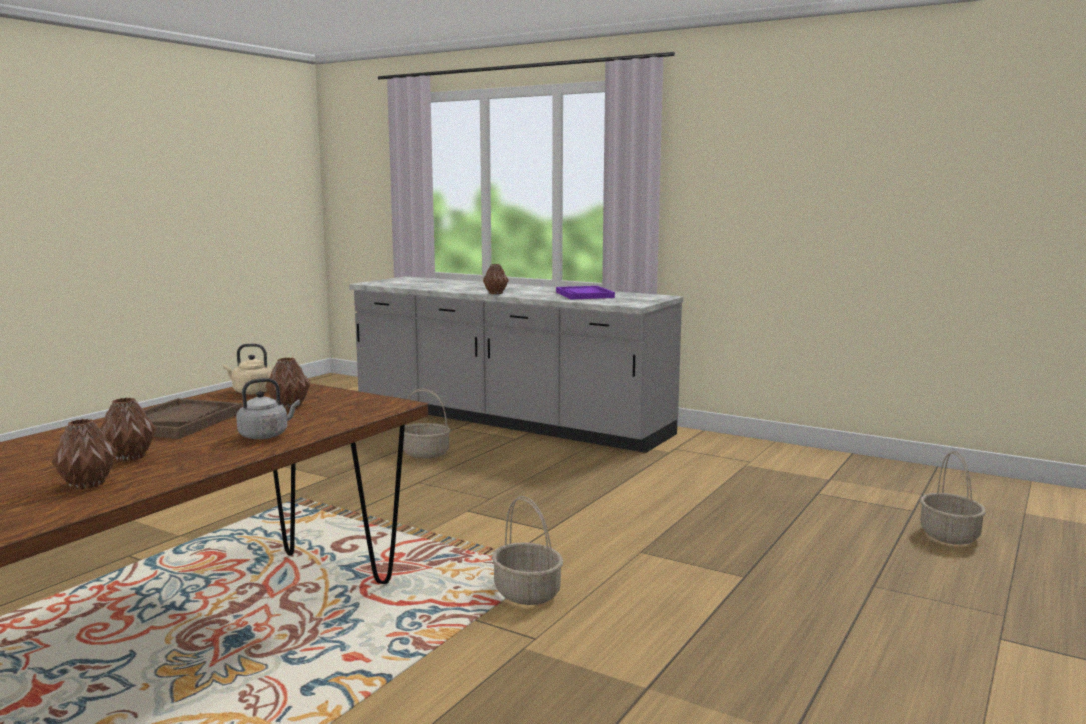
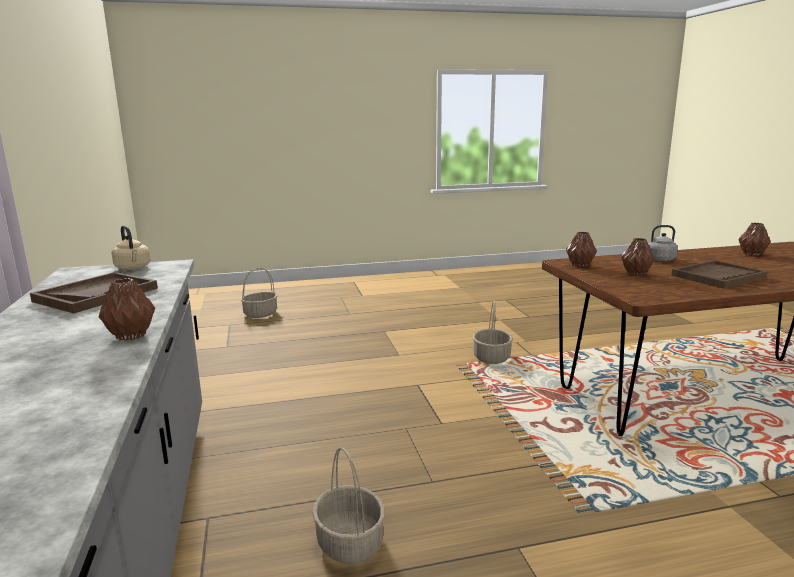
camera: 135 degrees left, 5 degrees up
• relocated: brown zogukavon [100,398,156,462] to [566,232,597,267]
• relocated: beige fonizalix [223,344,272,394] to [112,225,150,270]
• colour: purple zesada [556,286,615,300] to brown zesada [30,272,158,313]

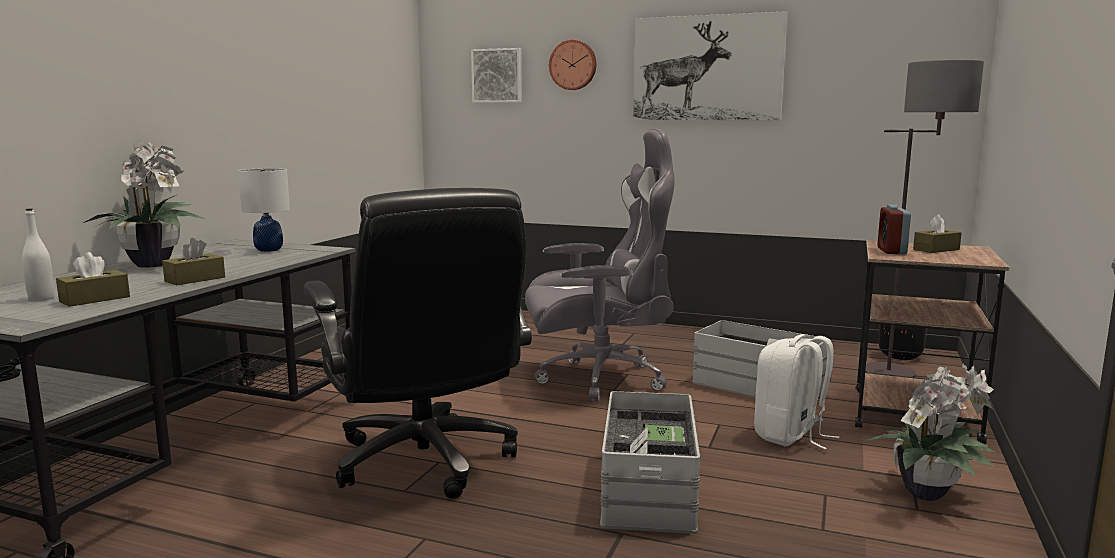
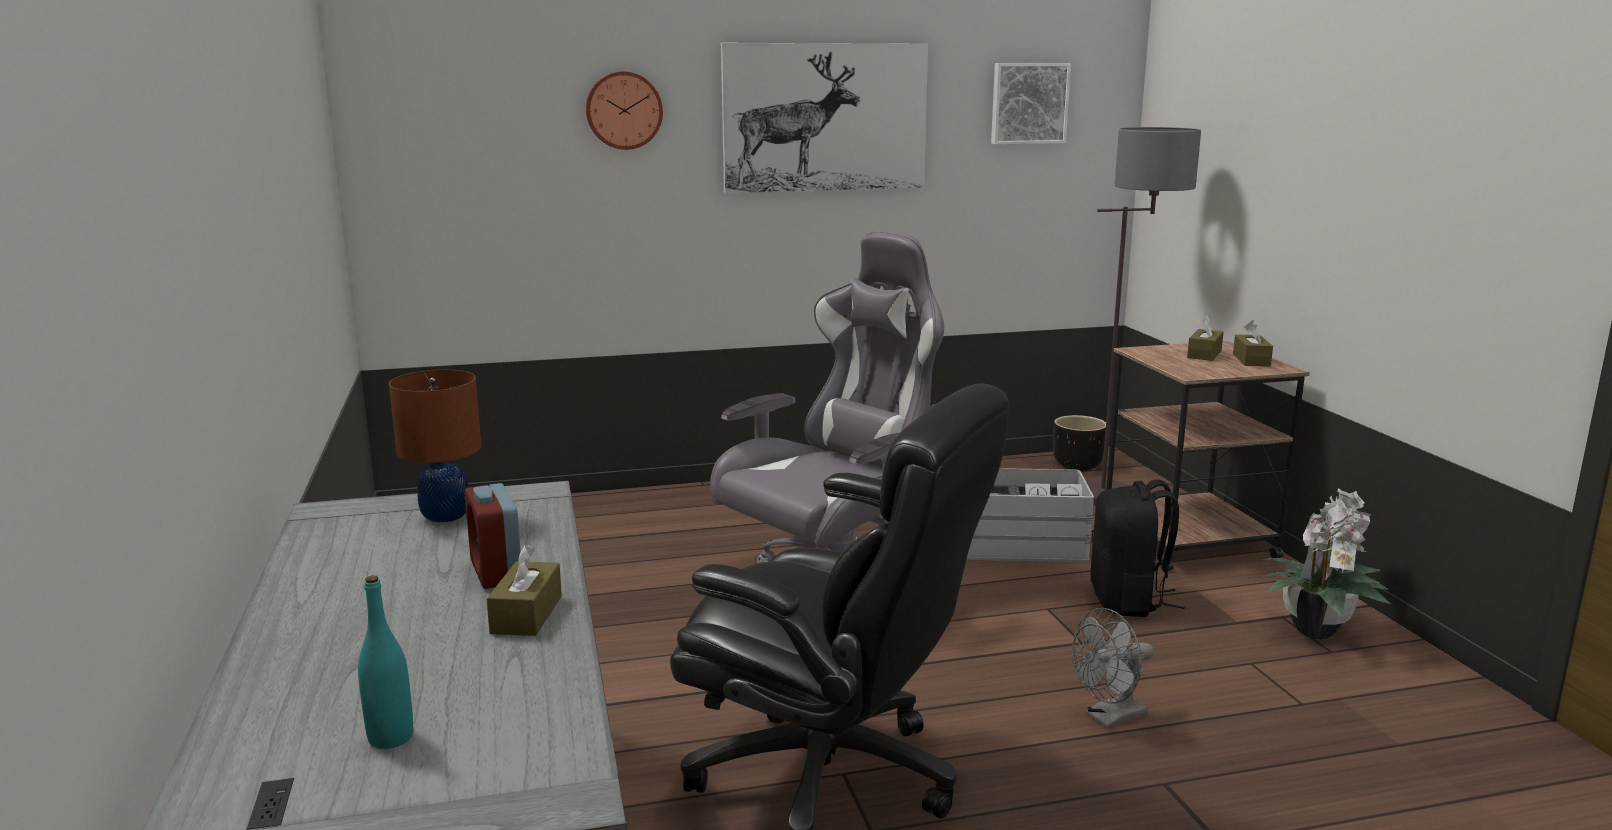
camera: 35 degrees left, 5 degrees up
• colour: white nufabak [22,208,55,301] to turquoise nufabak [358,575,413,749]
• relocated: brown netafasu [56,252,130,307] to [1233,320,1273,367]
• missing: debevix [83,141,206,268]
• colour: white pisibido [238,168,290,252] to brown pisibido [389,370,481,523]
• relocated: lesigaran [471,48,522,103] to [991,63,1071,144]
• exchanged: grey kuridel [600,391,701,534] to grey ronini [1072,608,1154,728]
• colour: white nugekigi [754,334,839,449] to black nugekigi [1091,479,1185,617]
• relocated: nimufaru [877,204,911,254] to [464,483,521,589]

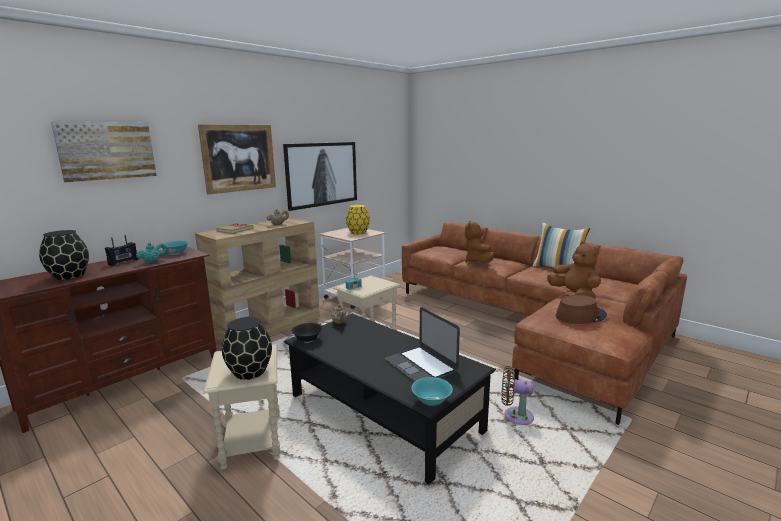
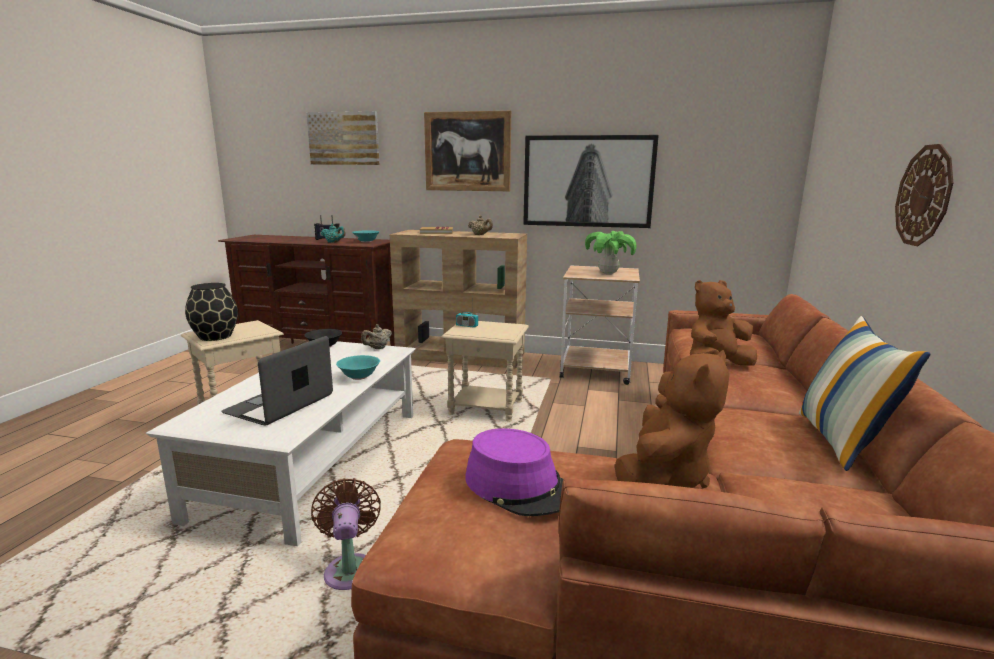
camera: 60 degrees right, 0 degrees up
• missing: black zogukavon [39,230,89,280]
• colour: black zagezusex [284,314,496,485] to white zagezusex [146,341,416,546]
• exchanged: yellow zogukavon [346,205,370,235] to debevix [585,231,636,275]
• relocated: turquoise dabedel [411,377,453,406] to [336,355,380,380]
• colour: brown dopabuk [556,295,607,324] to purple dopabuk [465,428,563,516]
• appeared: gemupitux [895,144,953,246]

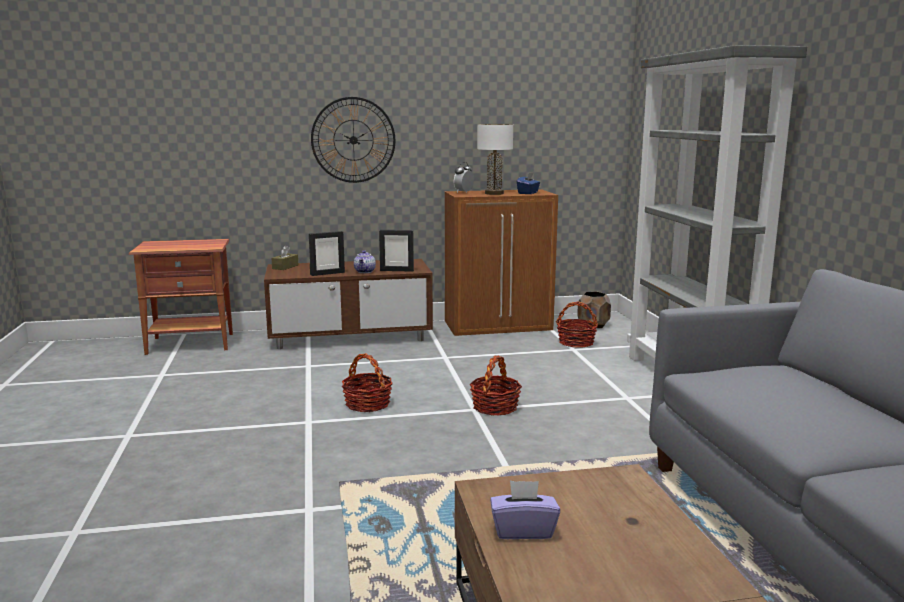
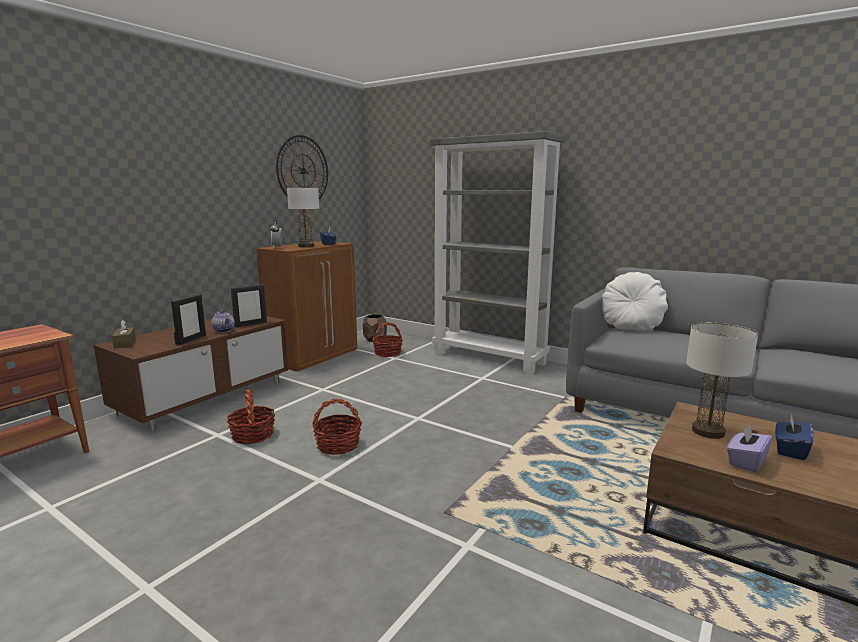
camera: 45 degrees left, 0 degrees up
• relocated: gemupitux [311,97,395,183] to [276,135,328,199]
• relocated: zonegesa [470,356,522,416] to [227,390,275,444]
• appeared: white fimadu [602,272,668,331]
• appeared: pisibido [686,323,758,439]
• appeared: blue netafasu [775,414,814,460]

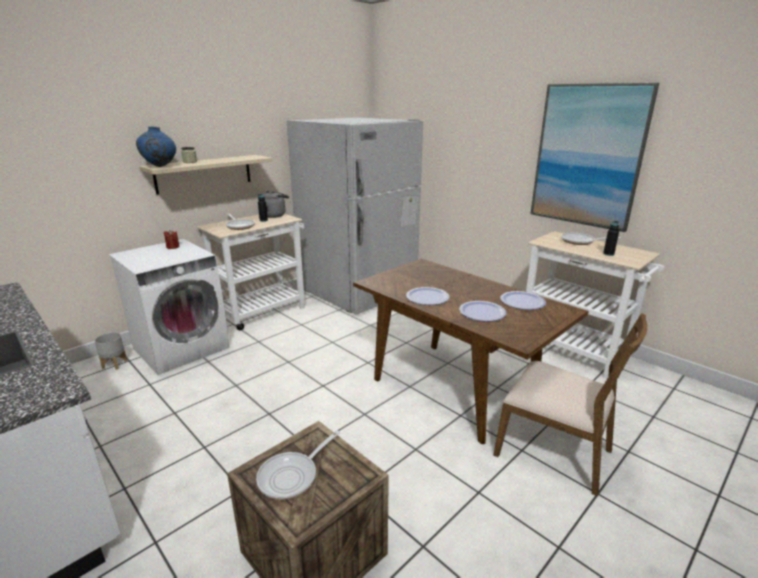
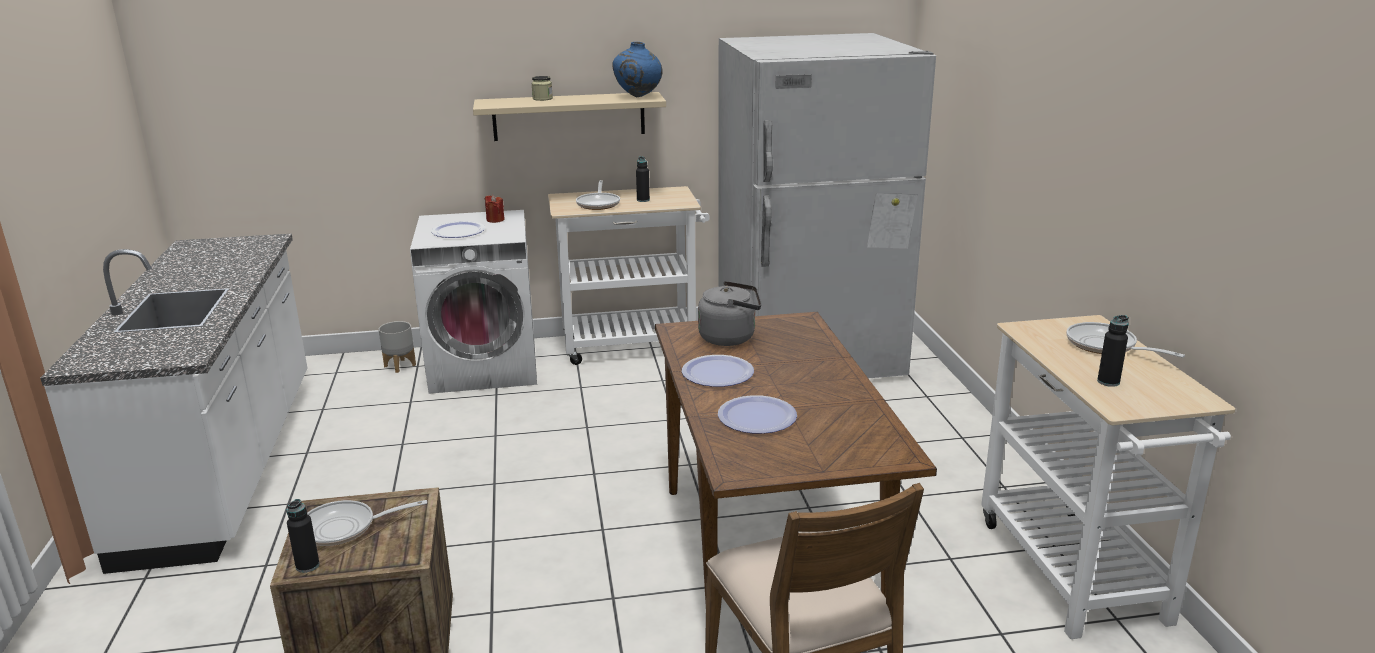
camera: 35 degrees right, 0 degrees up
• relocated: blue zogukavon [136,127,176,167] to [612,42,663,97]
• relocated: grey fonizalix [263,191,289,218] to [698,281,761,346]
• relocated: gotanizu [500,291,546,310] to [431,221,485,238]
• missing: lesigaran [531,83,659,232]
• appeared: black nufabak [286,499,320,573]

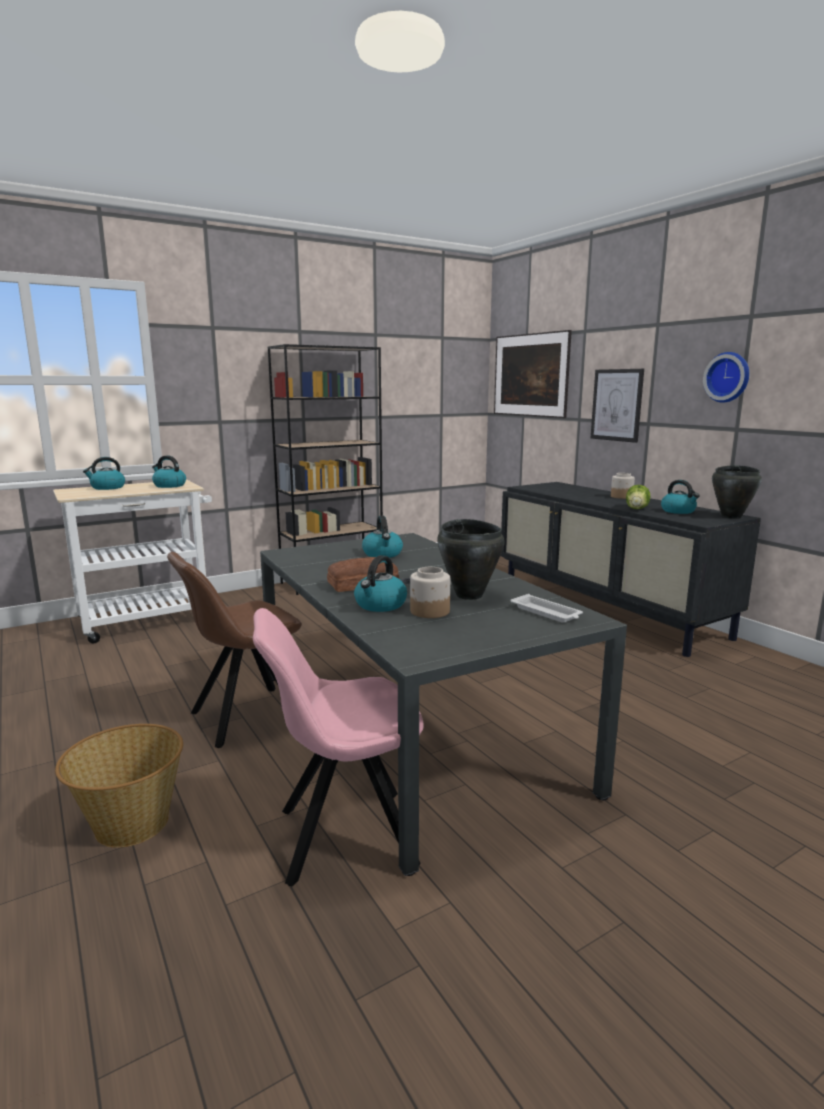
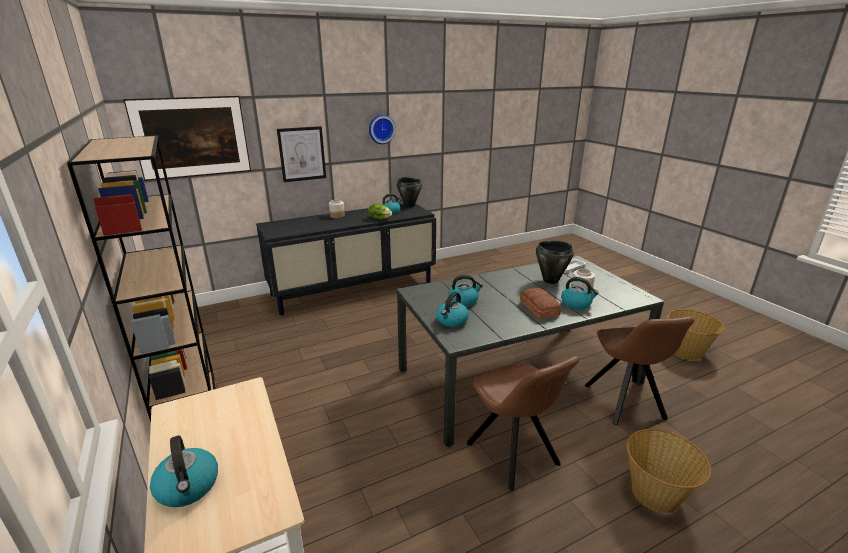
camera: 85 degrees left, 10 degrees up
• relocated: fonizalix [152,455,186,488] to [436,292,469,327]
• colour: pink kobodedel [253,608,424,887] to brown kobodedel [584,317,694,425]
• appeared: zonegesa [668,309,725,360]

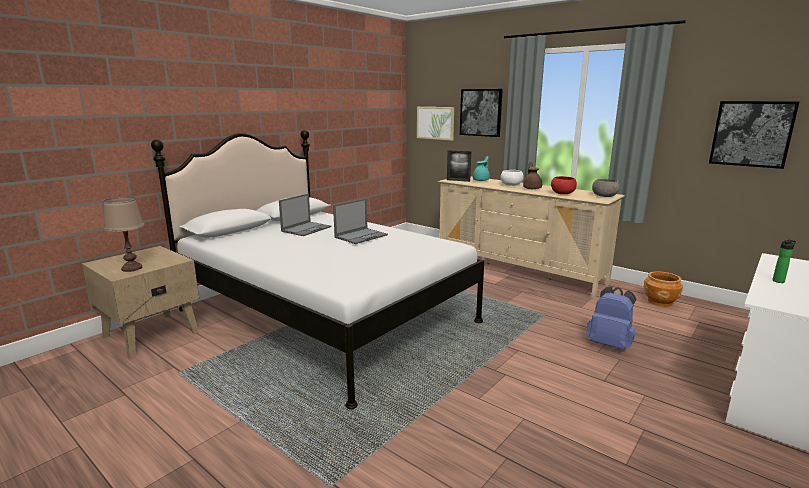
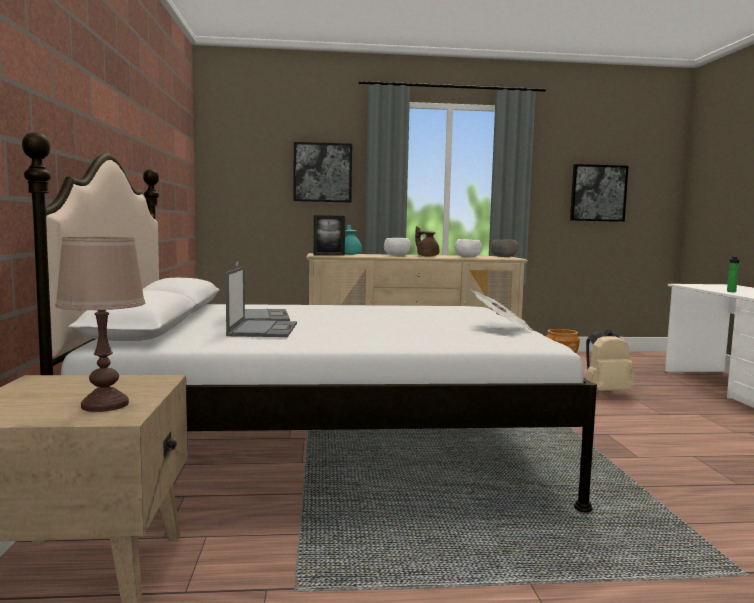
camera: 45 degrees left, 10 degrees down
• relocated: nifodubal [333,198,388,244] to [226,266,297,337]
• missing: lesigaran [417,107,454,141]
• colour: red dabedel [551,176,577,194] to white dabedel [455,239,482,257]
• colour: blue nugekigi [586,286,636,350] to beige nugekigi [586,329,634,391]
• appeared: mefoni [470,289,534,331]

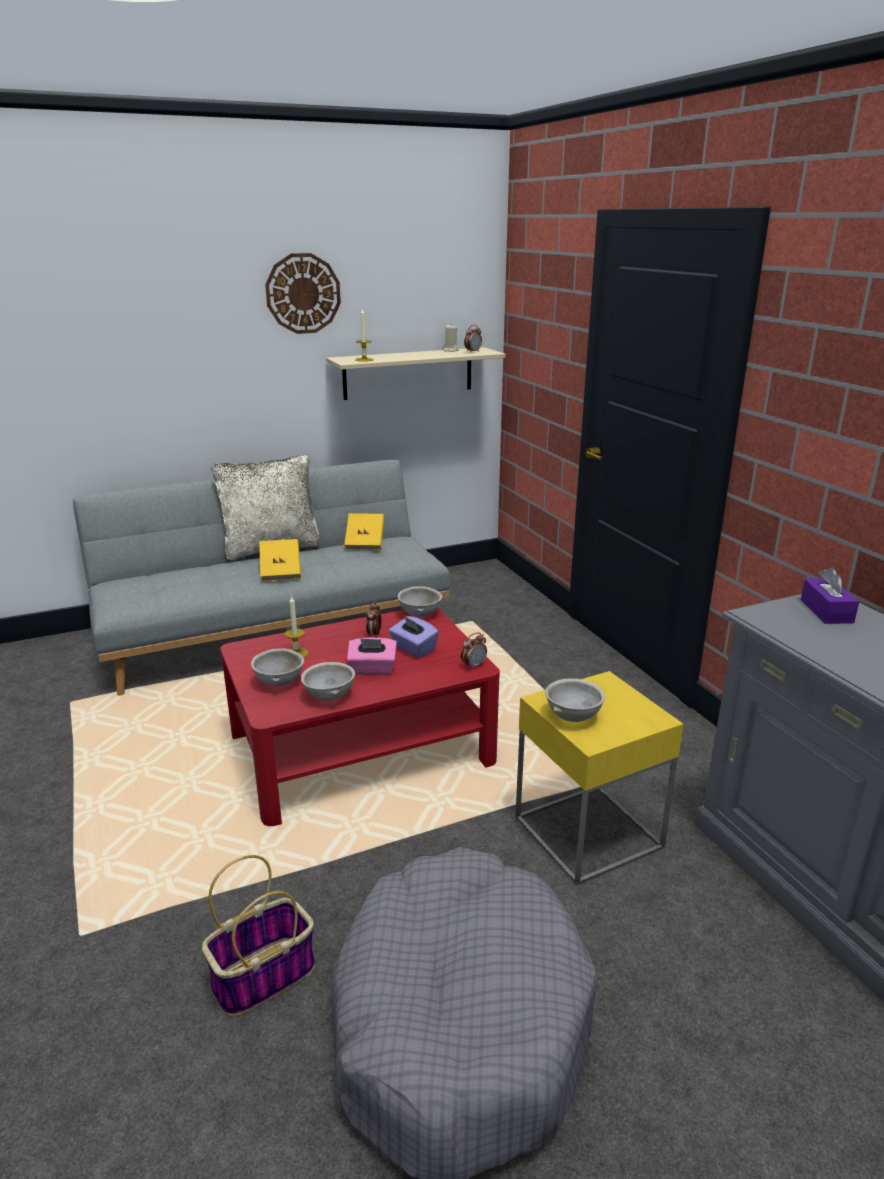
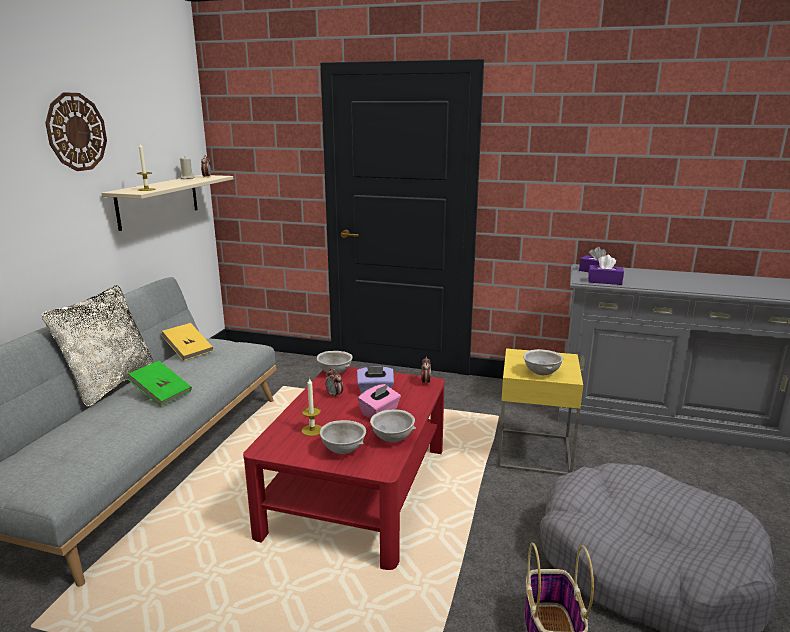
camera: 50 degrees left, 5 degrees down
• colour: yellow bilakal [259,539,301,582] to green bilakal [127,361,192,407]
• appeared: purple netafasu [588,255,624,285]

